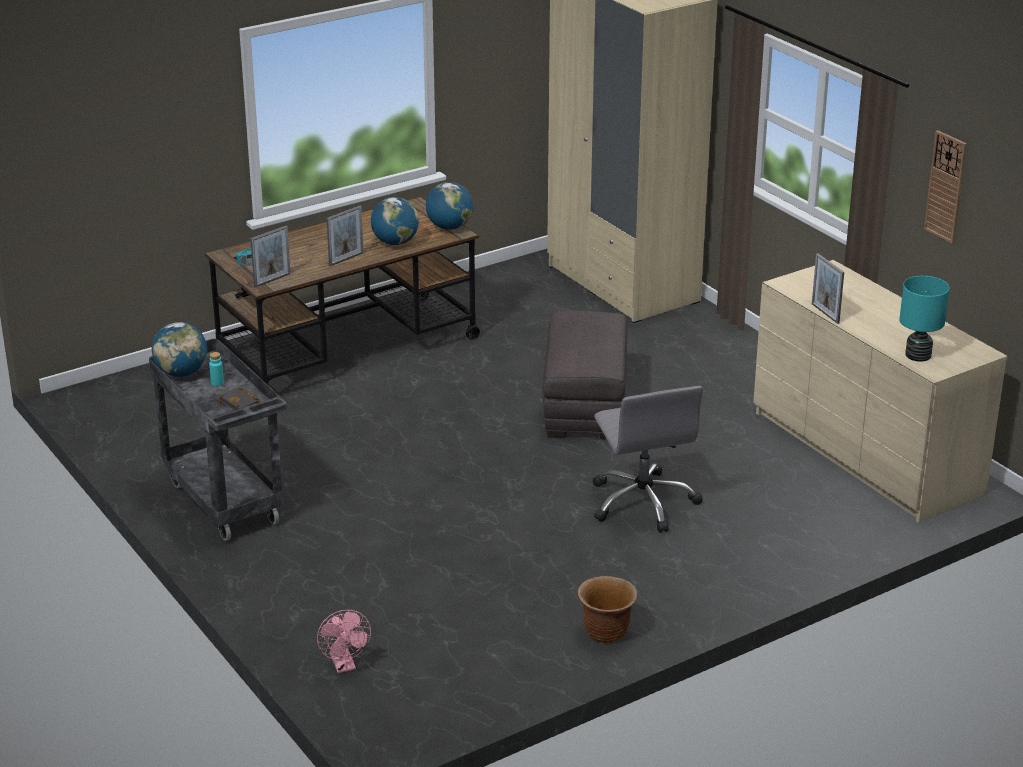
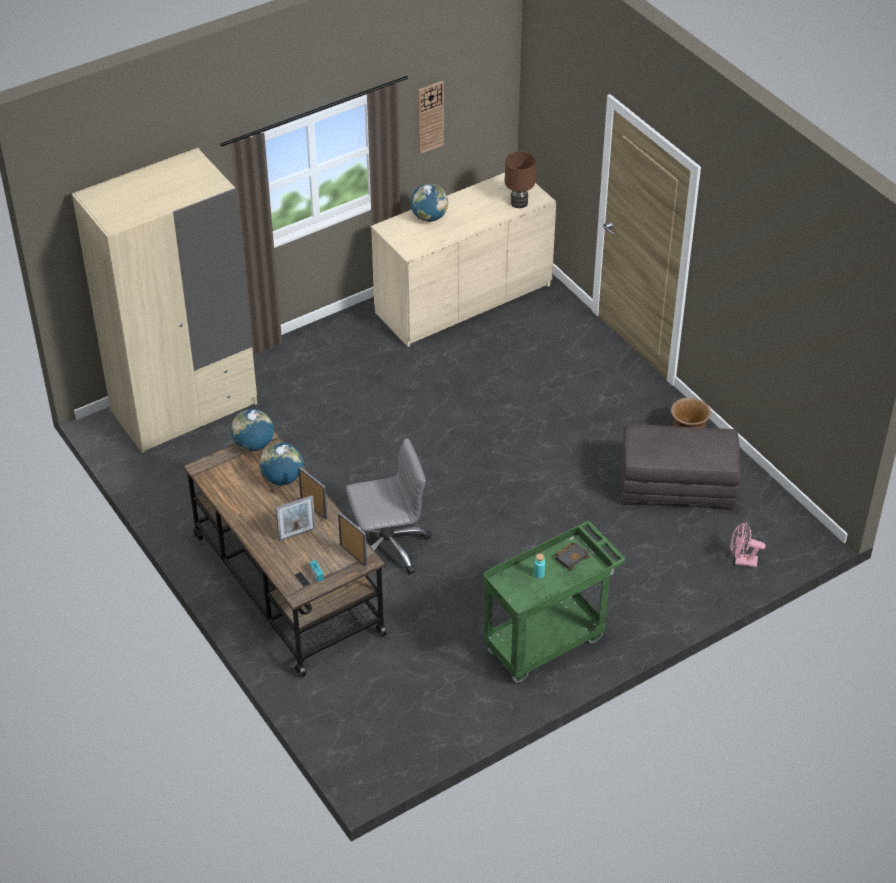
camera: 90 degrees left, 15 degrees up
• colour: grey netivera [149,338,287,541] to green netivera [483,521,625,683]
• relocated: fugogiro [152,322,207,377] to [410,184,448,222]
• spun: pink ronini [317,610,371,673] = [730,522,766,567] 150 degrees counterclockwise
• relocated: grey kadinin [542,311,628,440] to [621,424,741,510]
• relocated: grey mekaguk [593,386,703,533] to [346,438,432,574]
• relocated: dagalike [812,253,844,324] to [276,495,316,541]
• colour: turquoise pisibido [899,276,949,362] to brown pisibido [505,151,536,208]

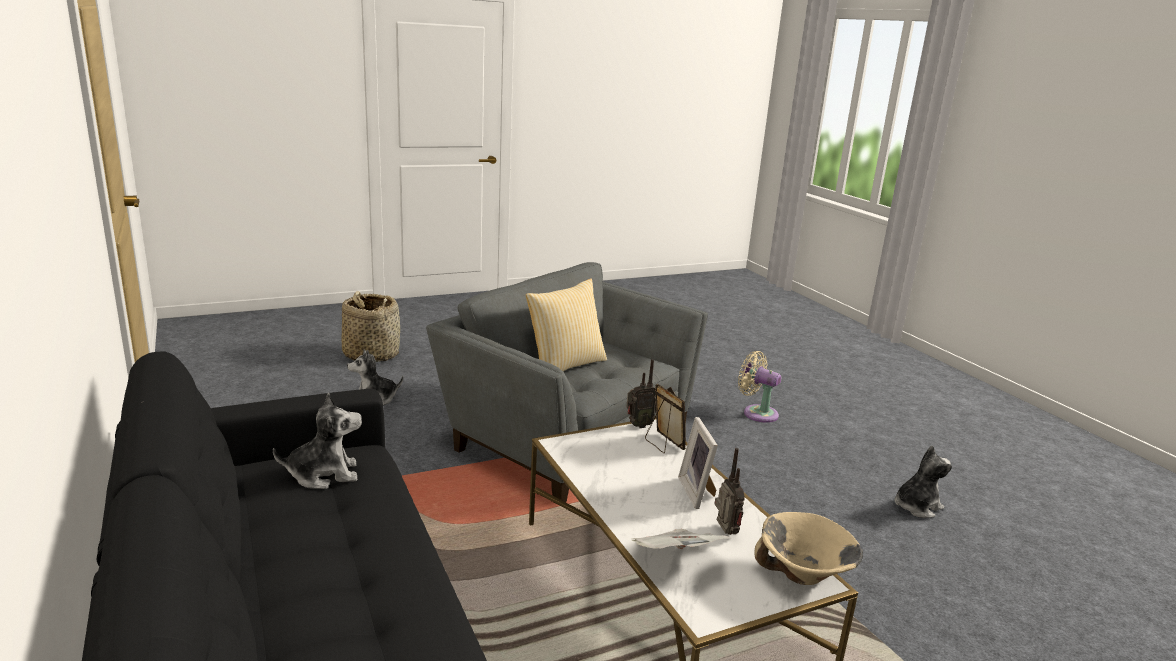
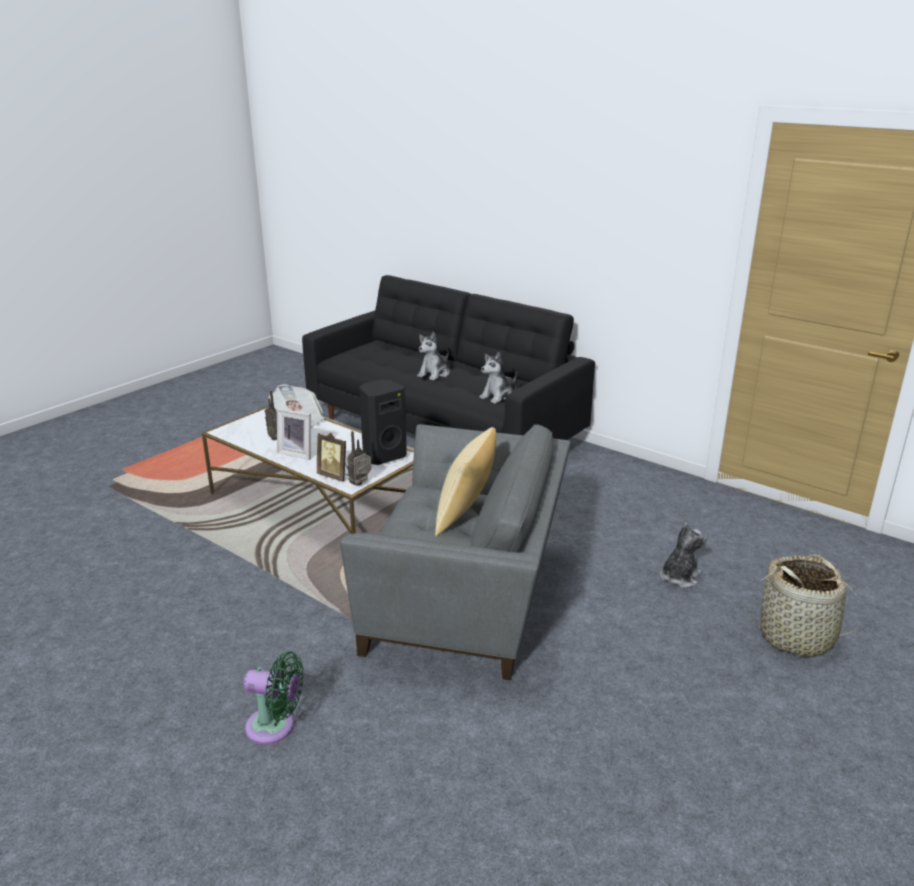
camera: 155 degrees right, 5 degrees up
• spun: dagalike [678,417,718,509] = [277,408,311,460] 150 degrees clockwise
• colour: beige ronini [738,351,781,423] to green ronini [243,651,304,745]
• missing: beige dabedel [754,512,863,585]
• relocated: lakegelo [894,446,952,518] to [417,332,450,381]
• appeared: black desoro [359,380,407,465]

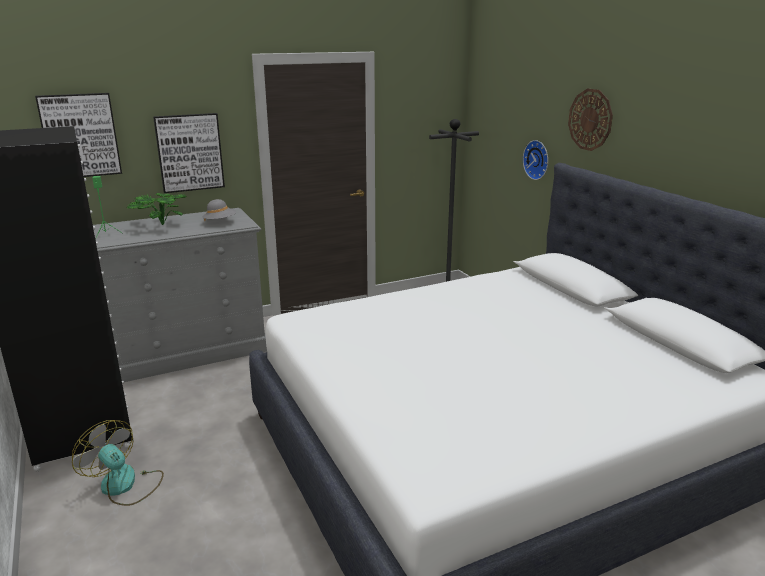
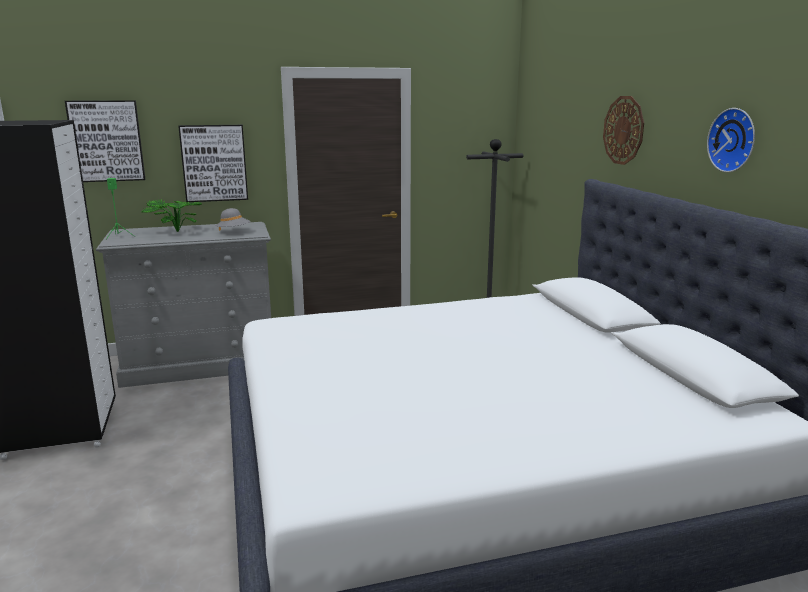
camera: 10 degrees right, 5 degrees down
• missing: ronini [72,420,164,506]
• relocated: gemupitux [523,140,548,180] to [707,108,755,172]

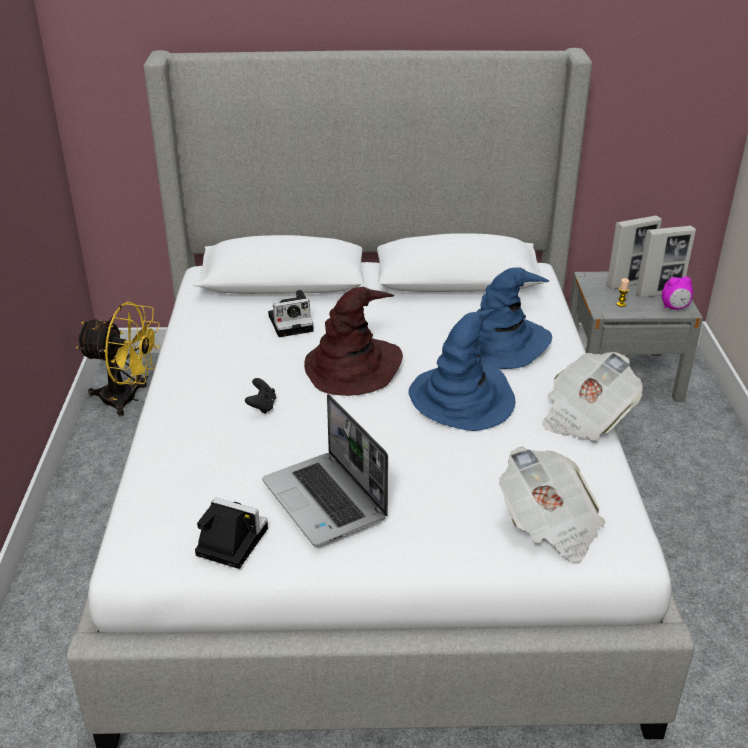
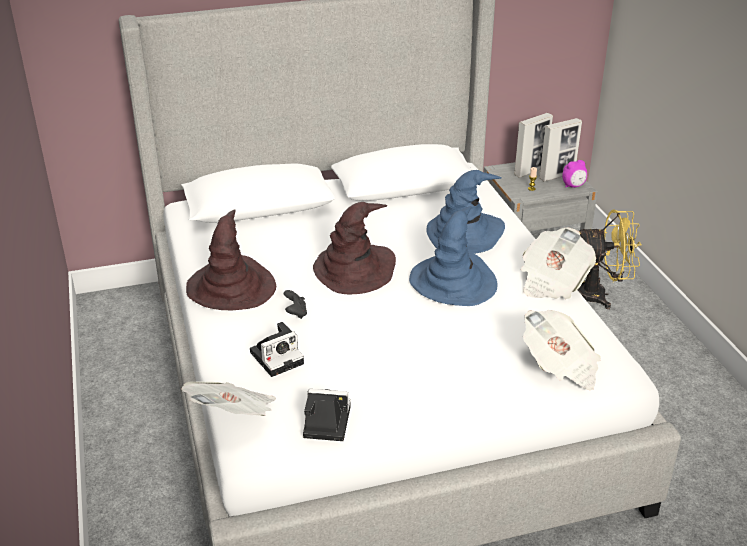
camera: 15 degrees left, 0 degrees up
• relocated: yellow ronini [76,302,160,416] to [578,210,641,309]
• missing: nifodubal [262,394,388,546]
• relocated: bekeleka [268,290,314,337] to [250,322,304,377]
• appeared: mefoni [182,381,276,416]
• appeared: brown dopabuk [186,209,276,310]

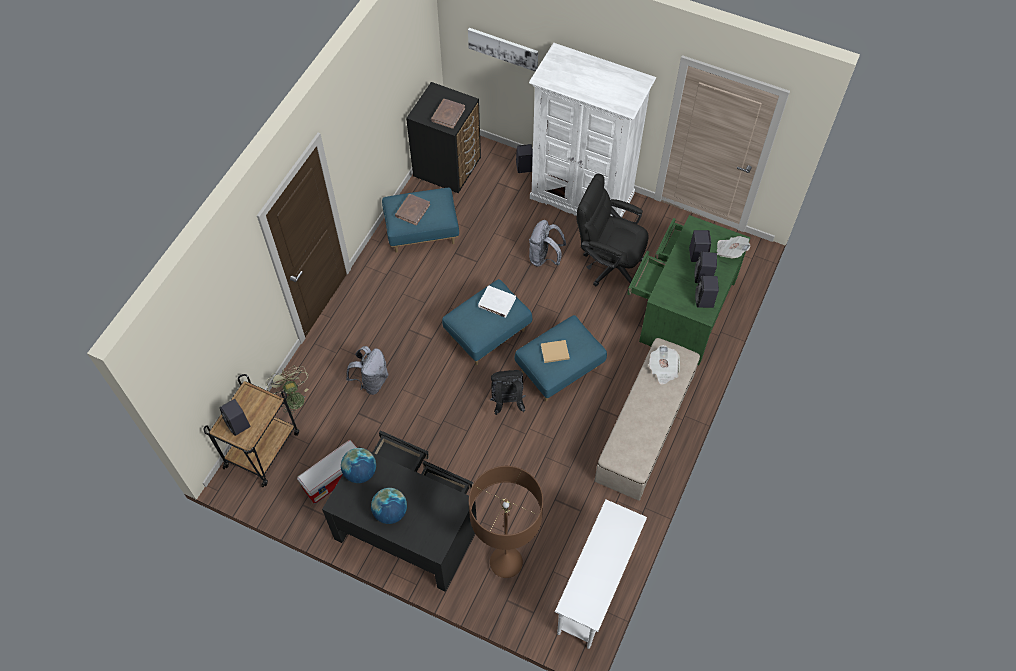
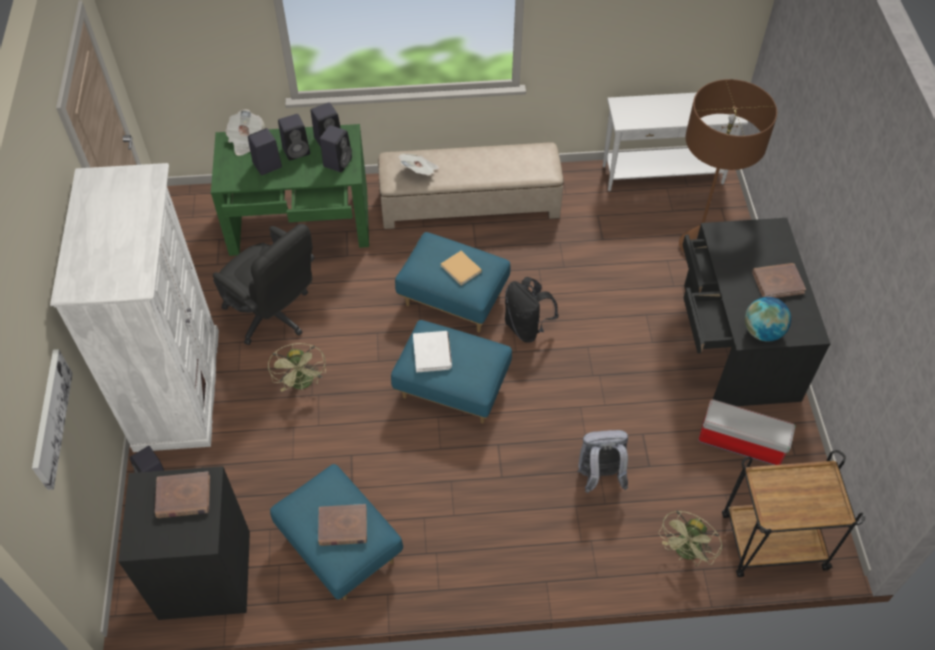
camera: 120 degrees left, 5 degrees down
• relocated: black desoro [220,399,250,436] to [320,125,352,172]
• exchanged: fugogiro [371,488,407,524] to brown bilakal [752,263,806,298]
• exchanged: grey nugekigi [529,220,566,267] to green ronini [268,343,326,392]
• spun: black mekaguk [577,174,649,286] = [213,224,315,345] 45 degrees counterclockwise

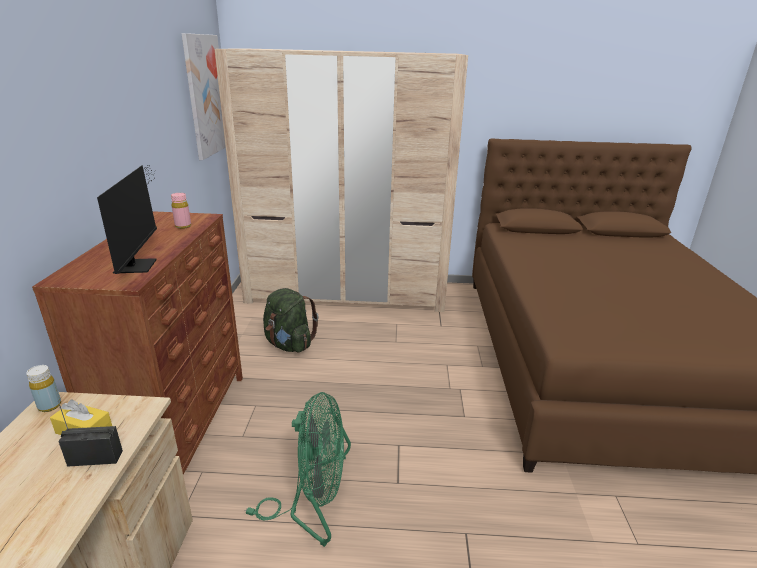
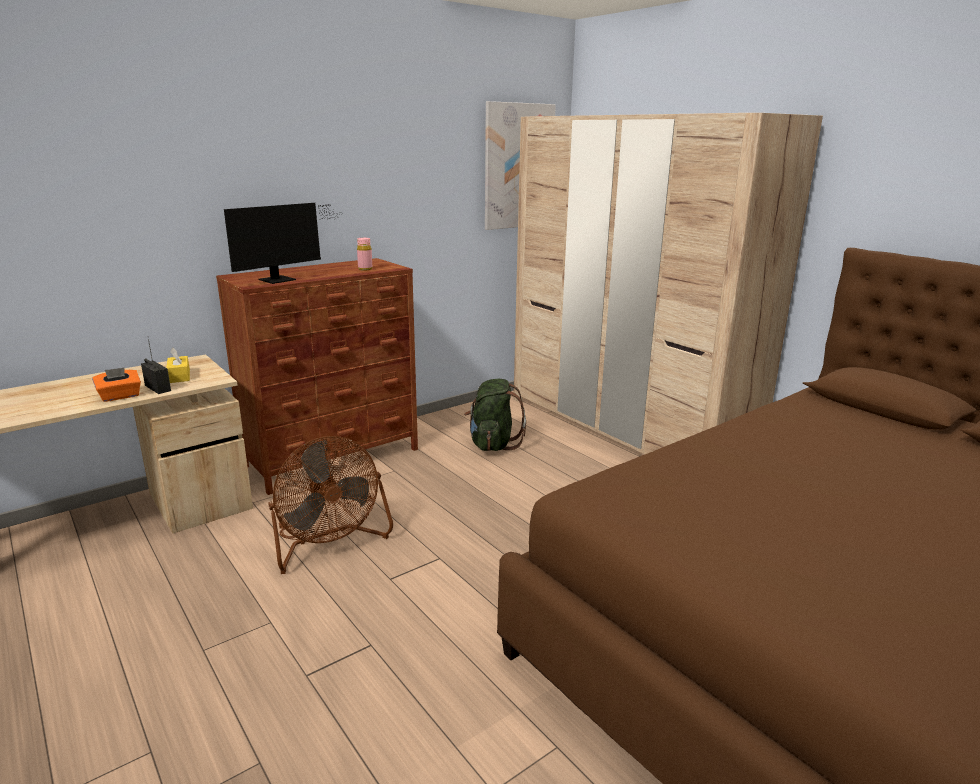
camera: 50 degrees right, 5 degrees down
• missing: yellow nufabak [26,365,61,412]
• colour: green ronini [246,392,351,547] to brown ronini [268,436,393,574]
• appeared: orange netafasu [92,367,141,402]

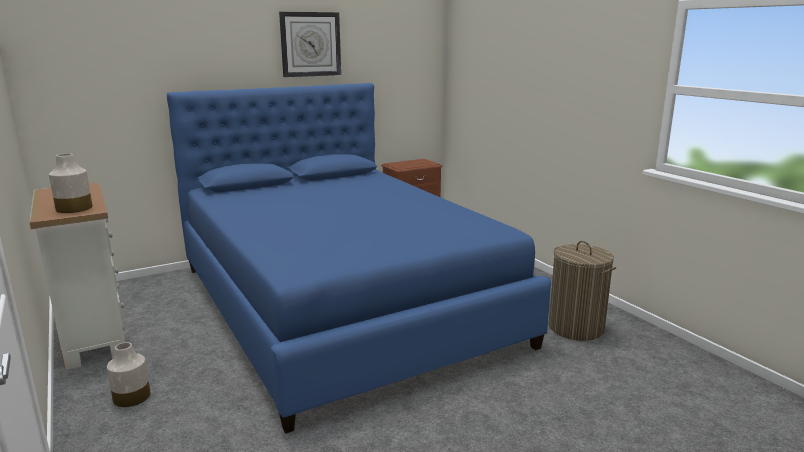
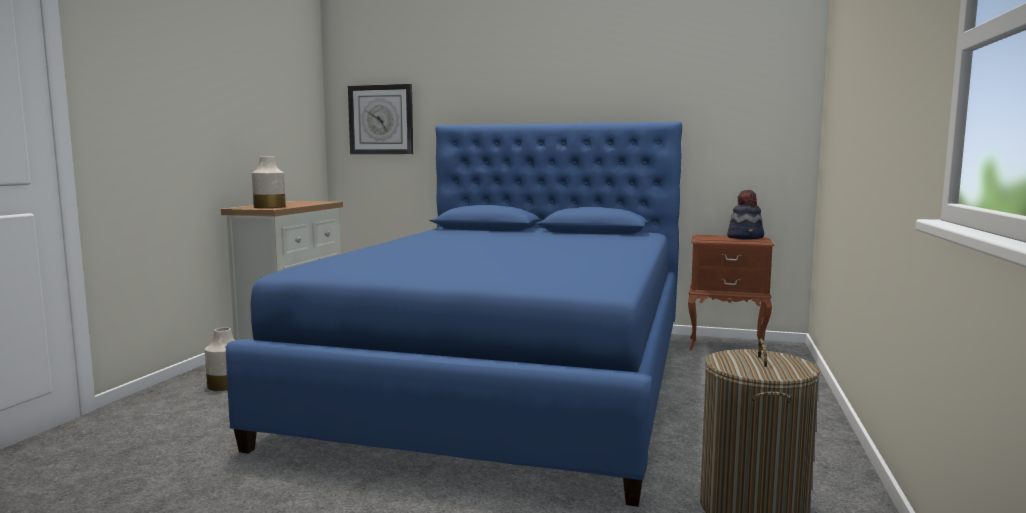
camera: 45 degrees right, 10 degrees down
• relocated: gemupitux [279,12,341,77] to [348,84,413,154]
• appeared: dopabuk [727,190,764,239]

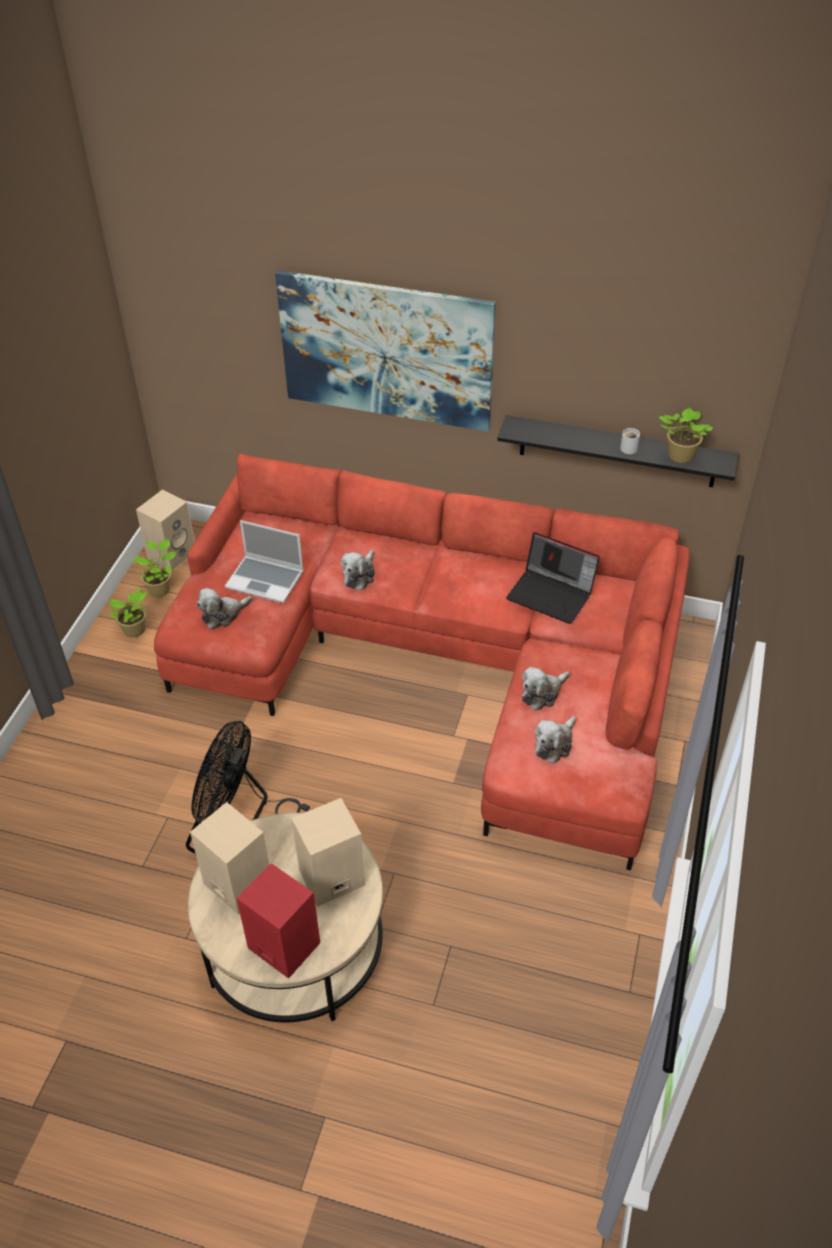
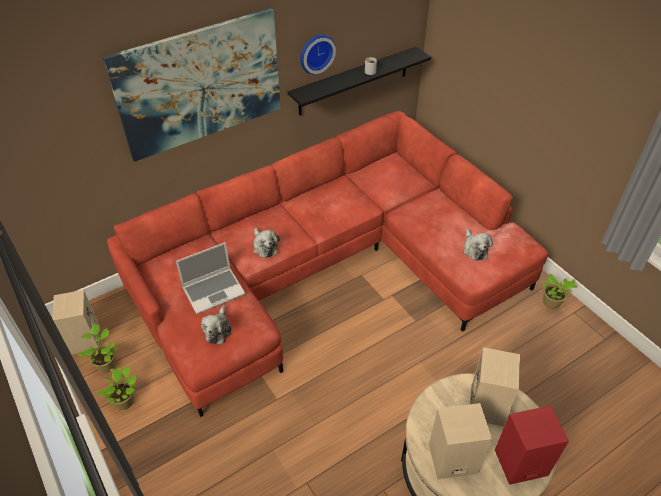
camera: 50 degrees left, 0 degrees up
• missing: black ronini [186,721,311,854]
• missing: nifodubal [506,532,600,624]
• missing: lakegelo [522,667,570,711]
• relocated: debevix [658,408,713,463] to [542,273,578,309]
• appeared: gemupitux [300,35,336,74]

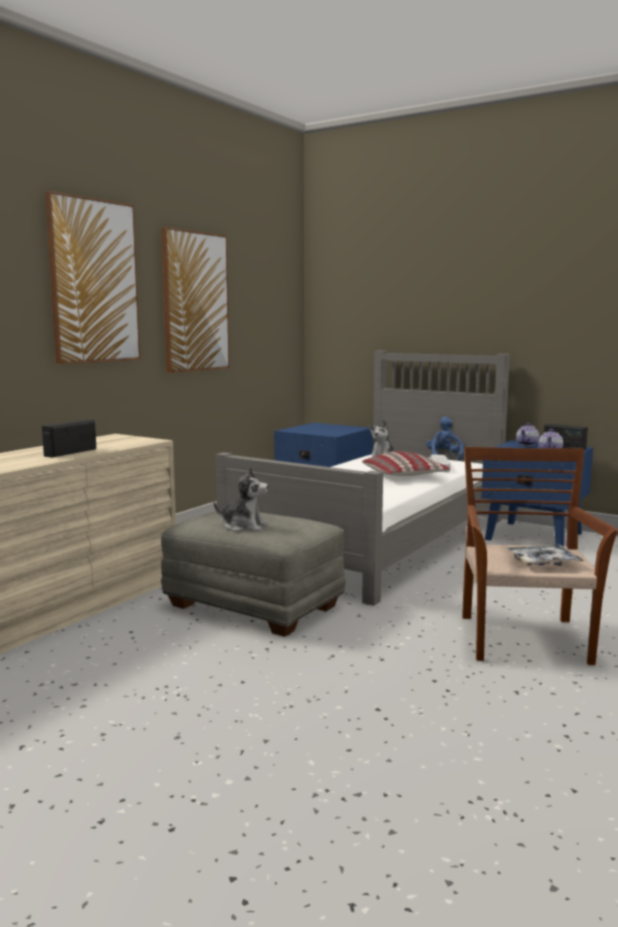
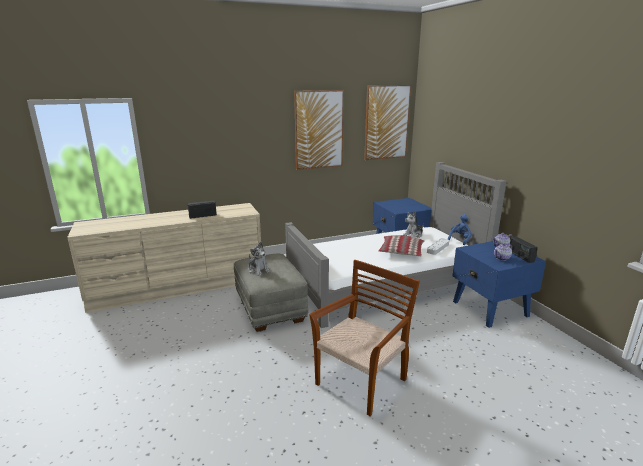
camera: 35 degrees right, 10 degrees up
• relocated: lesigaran [45,191,141,365] to [364,85,411,160]
• missing: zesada [507,545,585,566]

